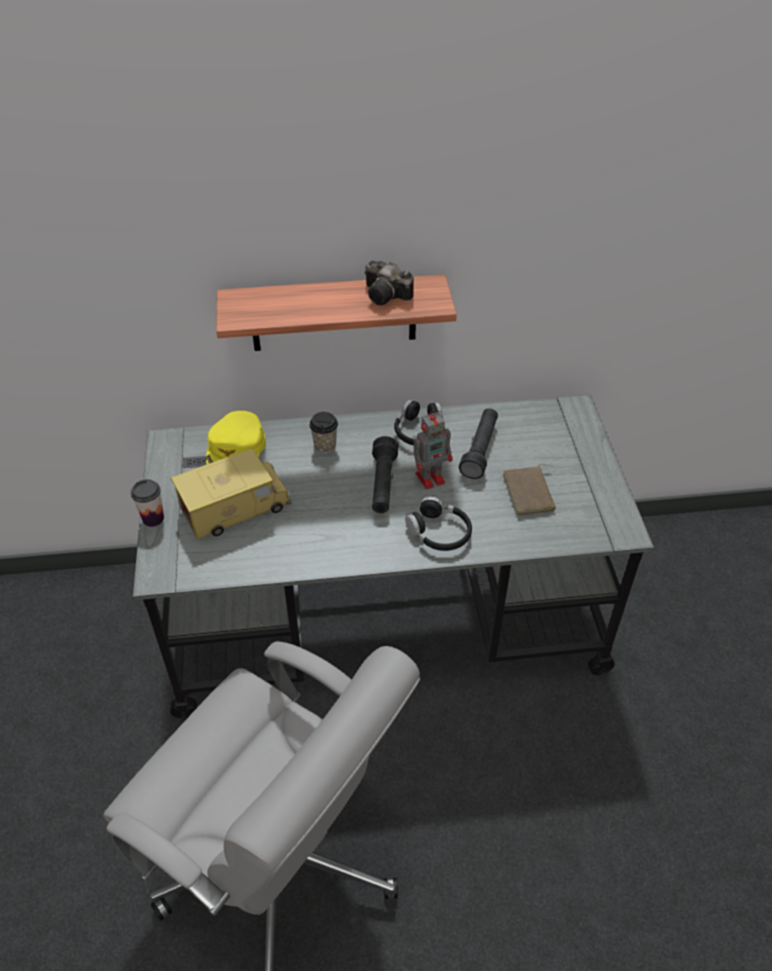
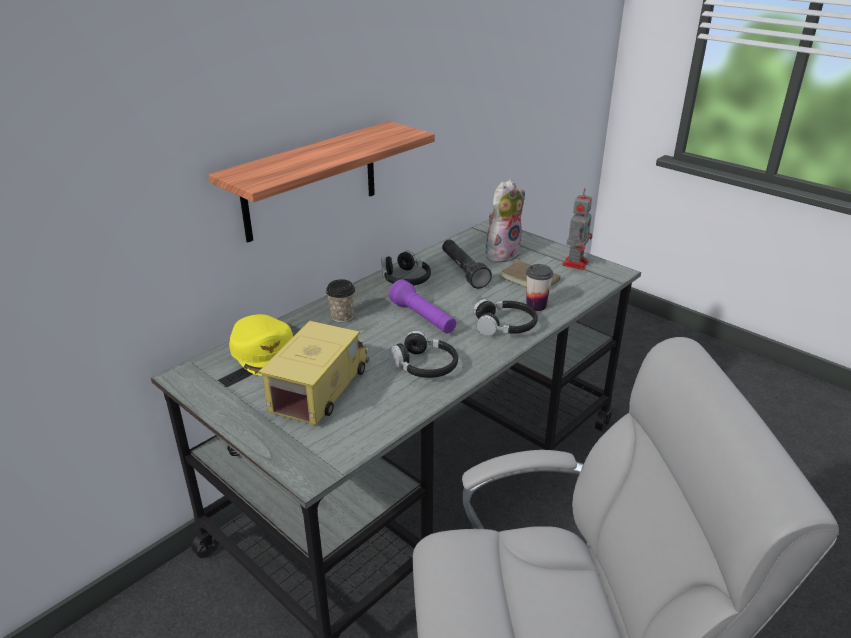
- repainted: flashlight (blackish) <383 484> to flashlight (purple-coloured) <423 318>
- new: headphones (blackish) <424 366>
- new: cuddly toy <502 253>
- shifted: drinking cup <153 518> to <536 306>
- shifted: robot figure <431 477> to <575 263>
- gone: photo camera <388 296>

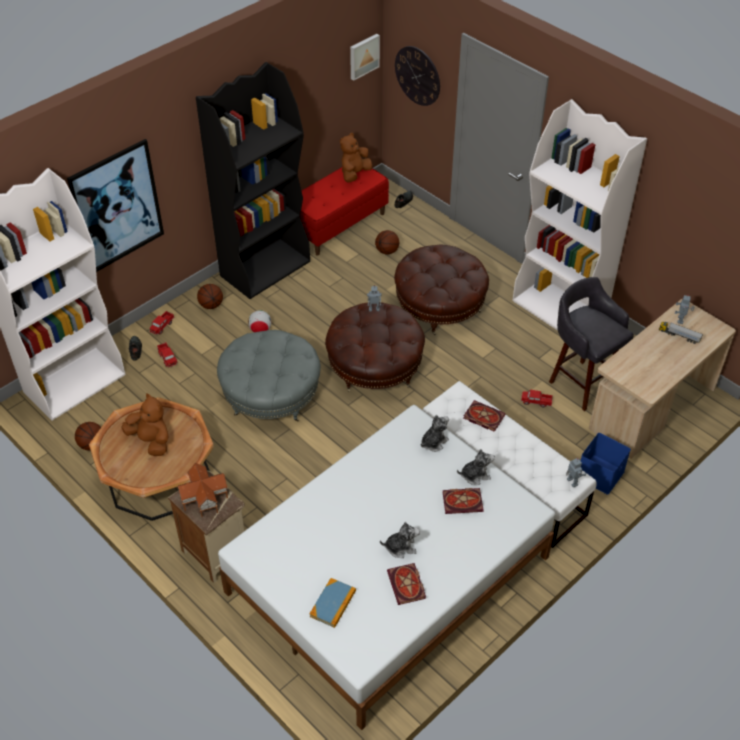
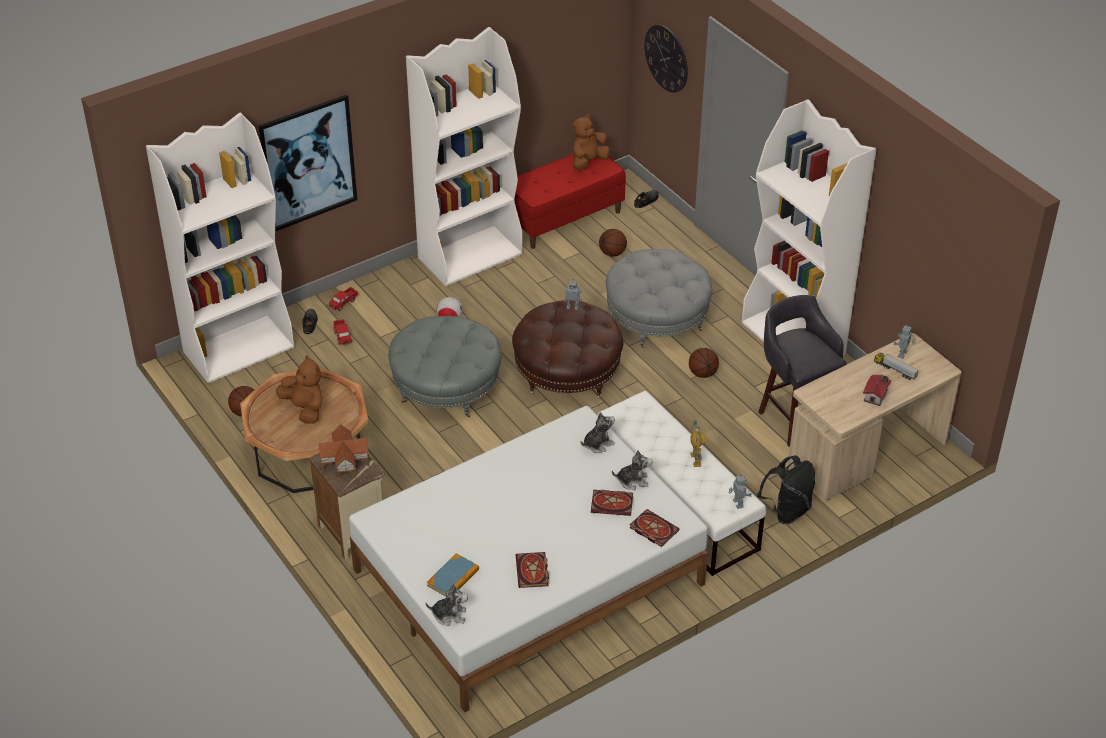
- repainted: bookcase (blackish) <265 268> to bookcase (whitish) <470 256>
- shifted: cuddly toy <400 547> to <449 615>
- repainted: pouffe (brown) <439 305> to pouffe (greyish) <657 318>
- shifted: volume <482 417> to <652 529>
- shifted: basketball ball <211 305> to <702 373>
- new: robot figure <696 459>
- swapped: storage box (bluish) <600 473> to rucksack (blackish) <787 511>
- new: miniature house <876 395>
- gone: wall art <363 56>
- gone: toy lorry <536 401>

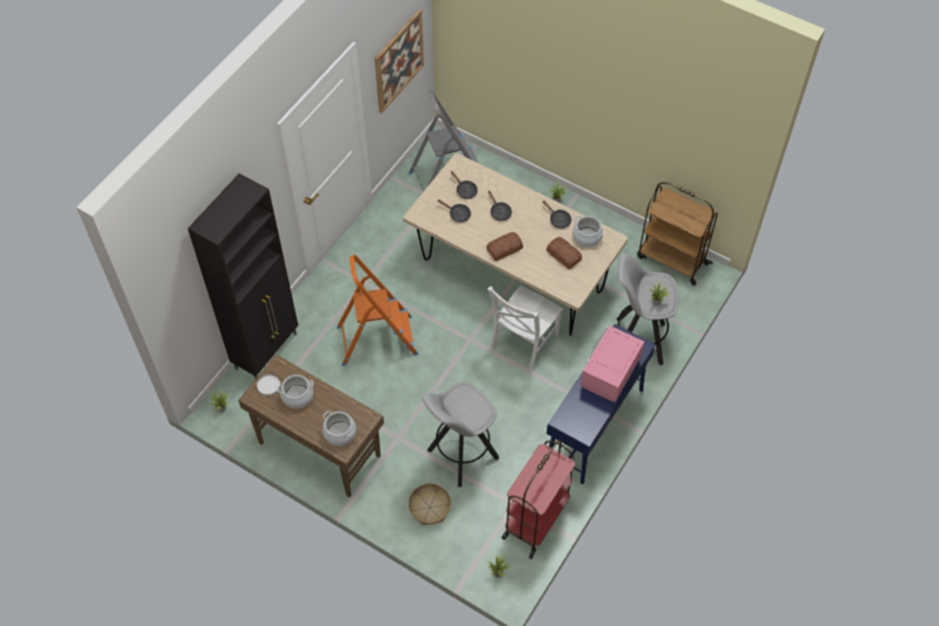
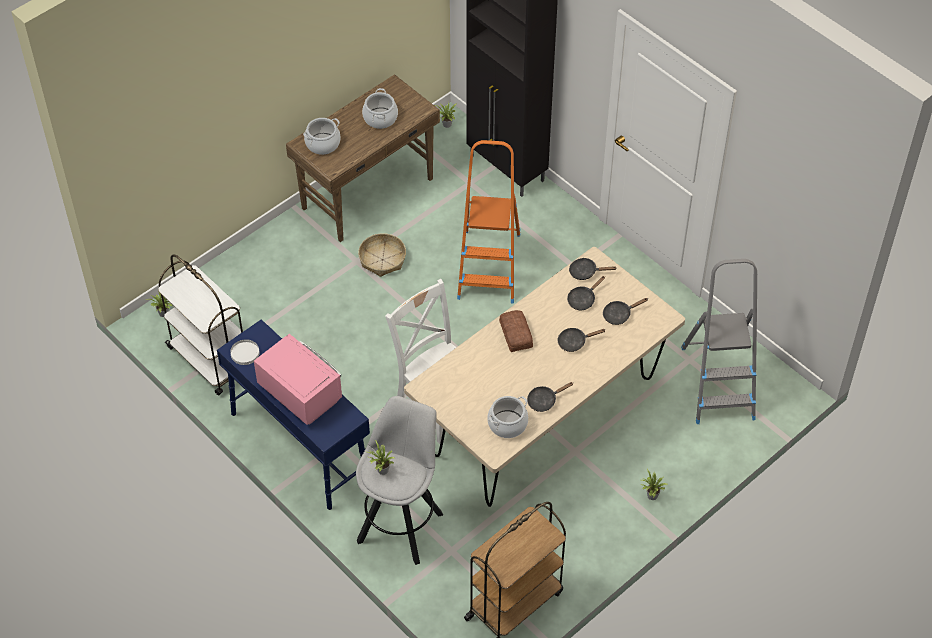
- repainted: cart (red-coloured) <537 517> to cart (whitish) <210 362>
- shifted: dinner plate (whitish) <269 385> to <245 353>
- shifted: storage basket <429 507> to <382 259>
- new: pan (blackish) <586 272>
- gone: wall art <399 61>
- gone: sitting stool (greyish) <460 455>
- gone: baked bread <564 254>

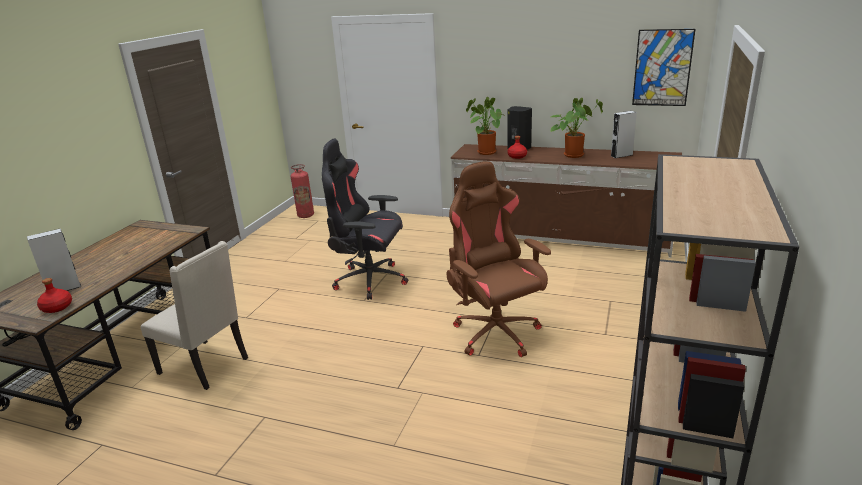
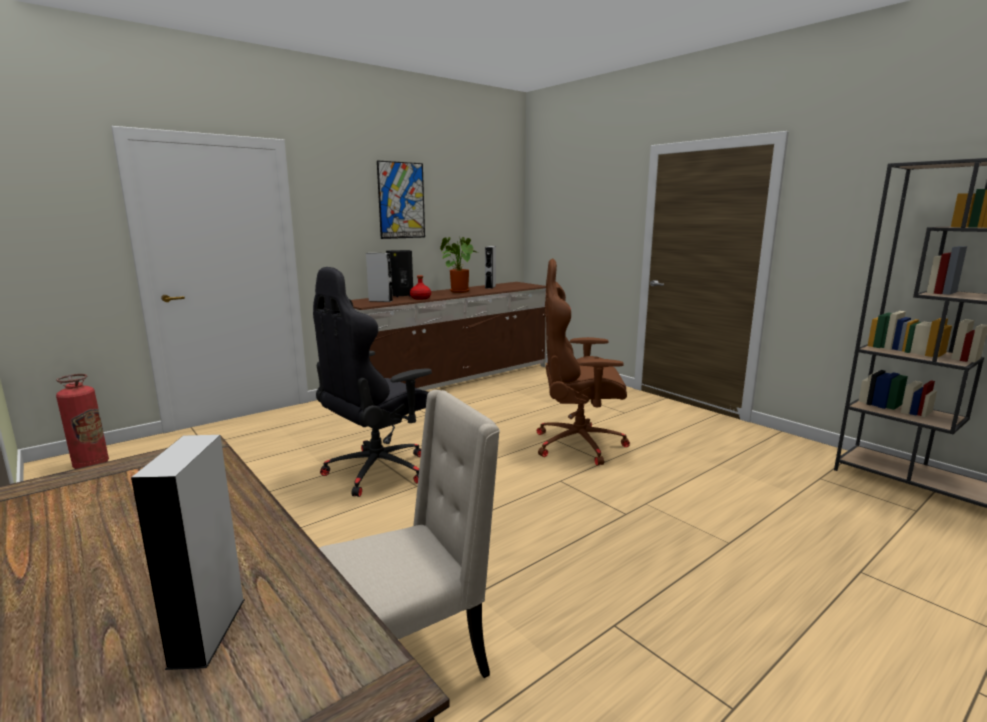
- swapped: potted plant <485 152> to audio speaker (greyish) <380 301>
- shifted: wall art <662 68> to <401 200>
- gone: beverage bottle (red-coloured) <56 307>

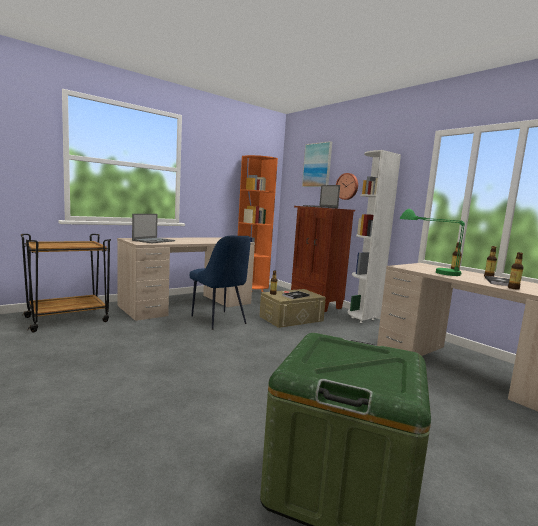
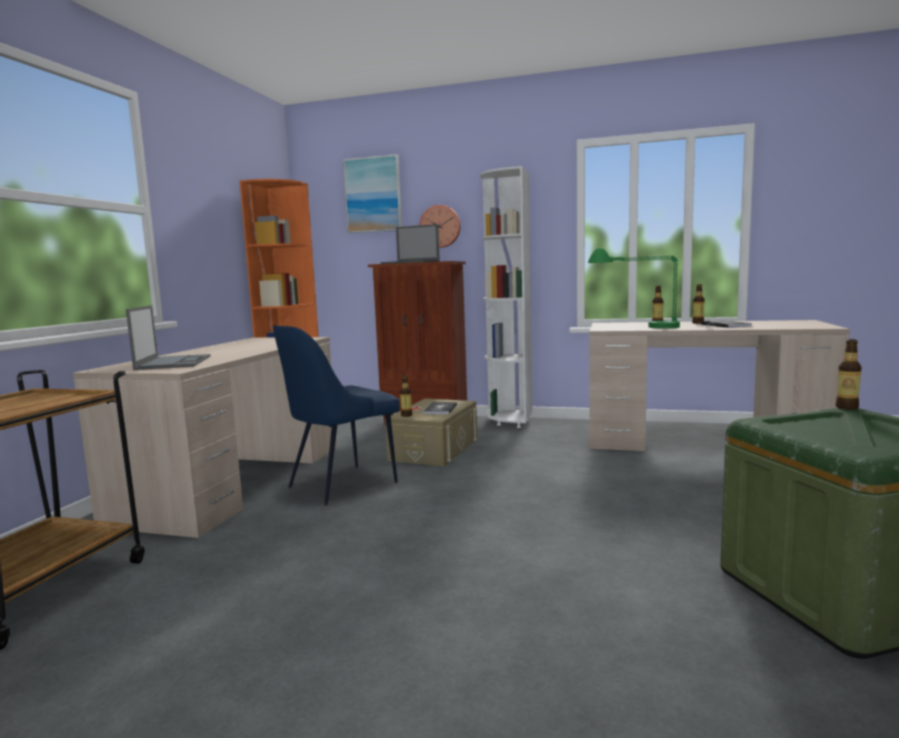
- rotated: plain chair (bluish) <219 320> = <342 485> 120 degrees clockwise
- shifted: beverage bottle <513 288> to <847 407>

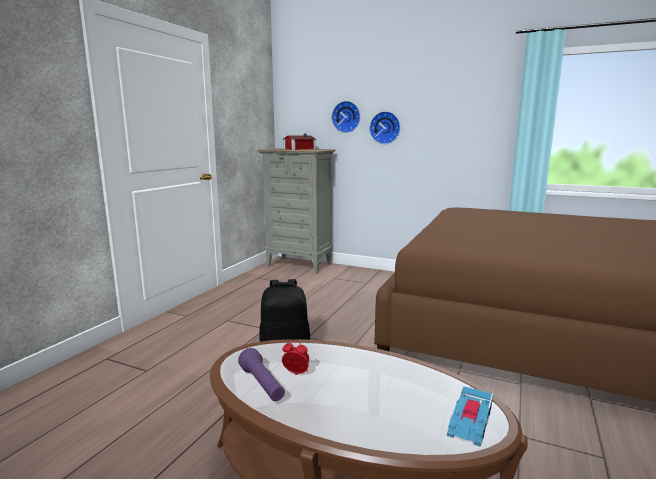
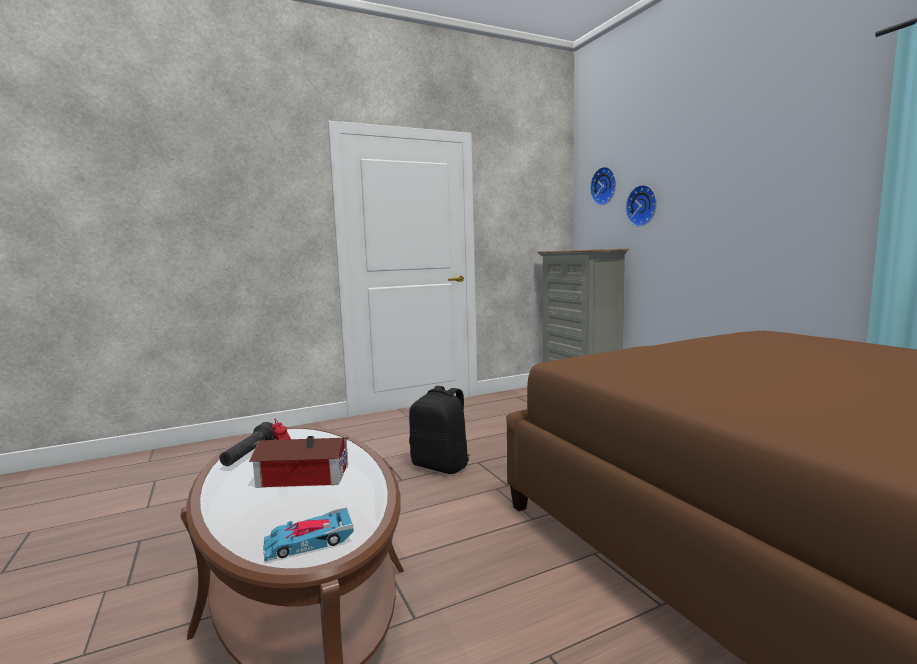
- repainted: flashlight (purple-coloured) <262 385> to flashlight (blackish) <249 455>
- shifted: miniature house <298 149> to <302 474>
- shifted: wall clock <385 127> to <605 186>

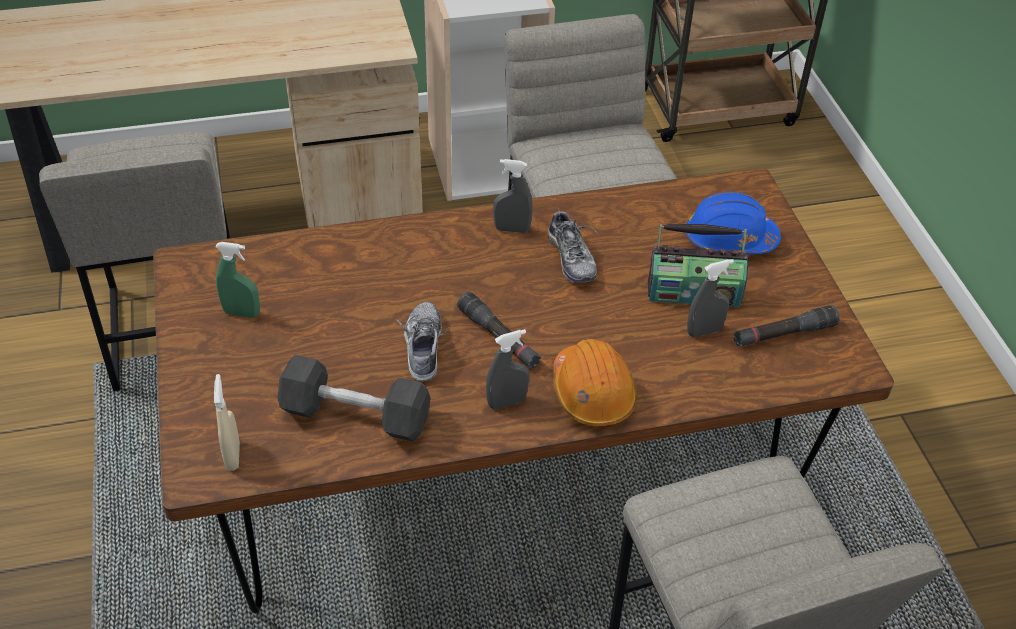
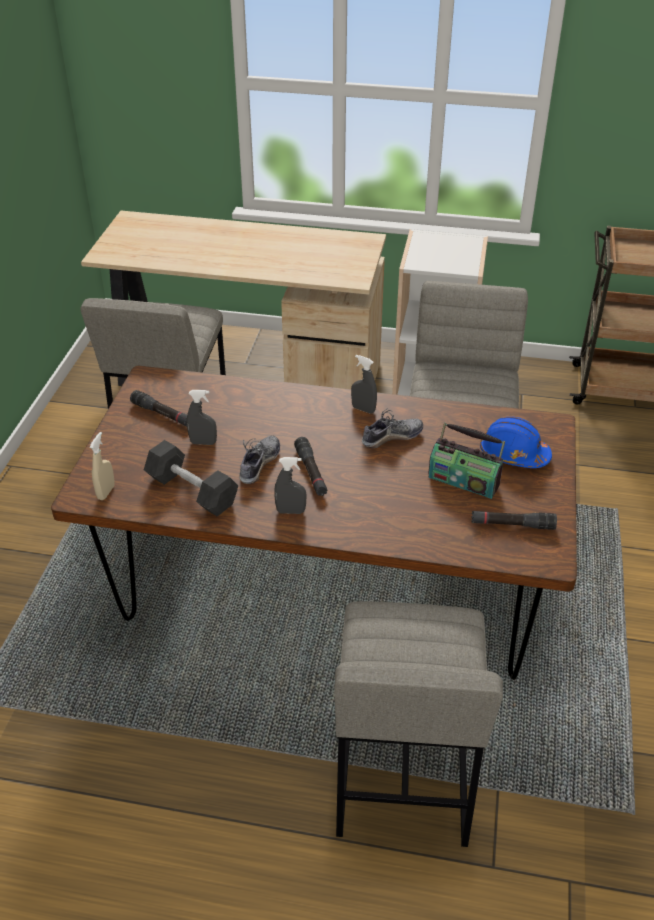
- swapped: spray bottle (greenish) <242 313> to flashlight (blackish) <162 414>
- shifted: spray bottle (greyish) <704 331> to <203 443>
- rotated: item of footwear <571 258> = <391 437> 120 degrees counterclockwise
- gone: hard hat (orange-coloured) <592 393>

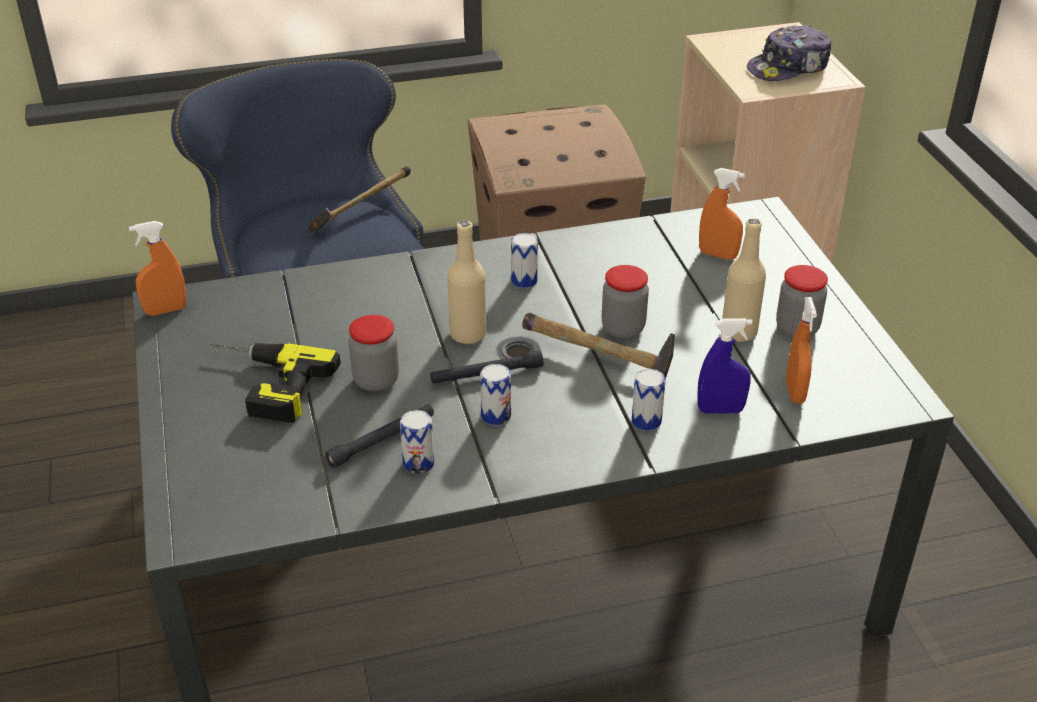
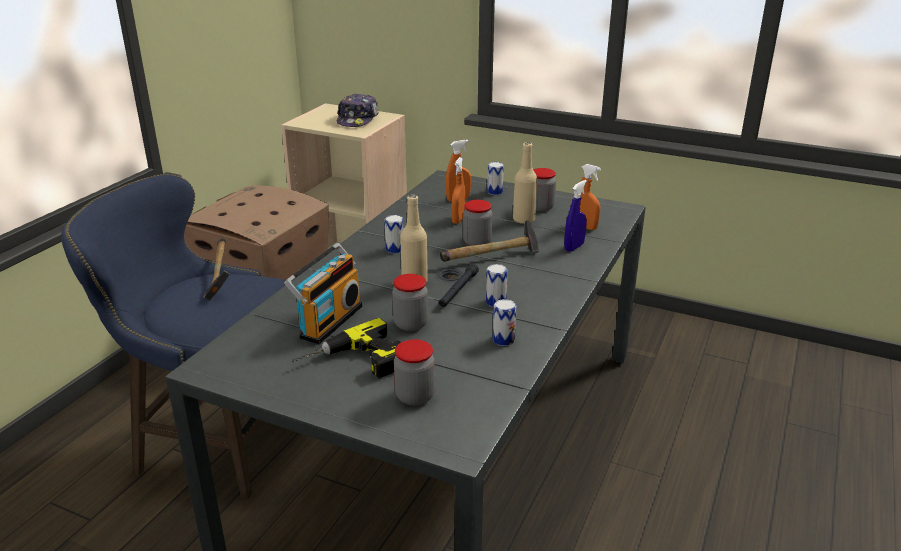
- new: radio receiver <328 321>
- new: preserve jar <415 396>
- shifted: spray bottle (orange-coloured) <166 310> to <458 220>
- shifted: sealed can <646 421> to <494 192>
- gone: flashlight (blackish) <382 440>

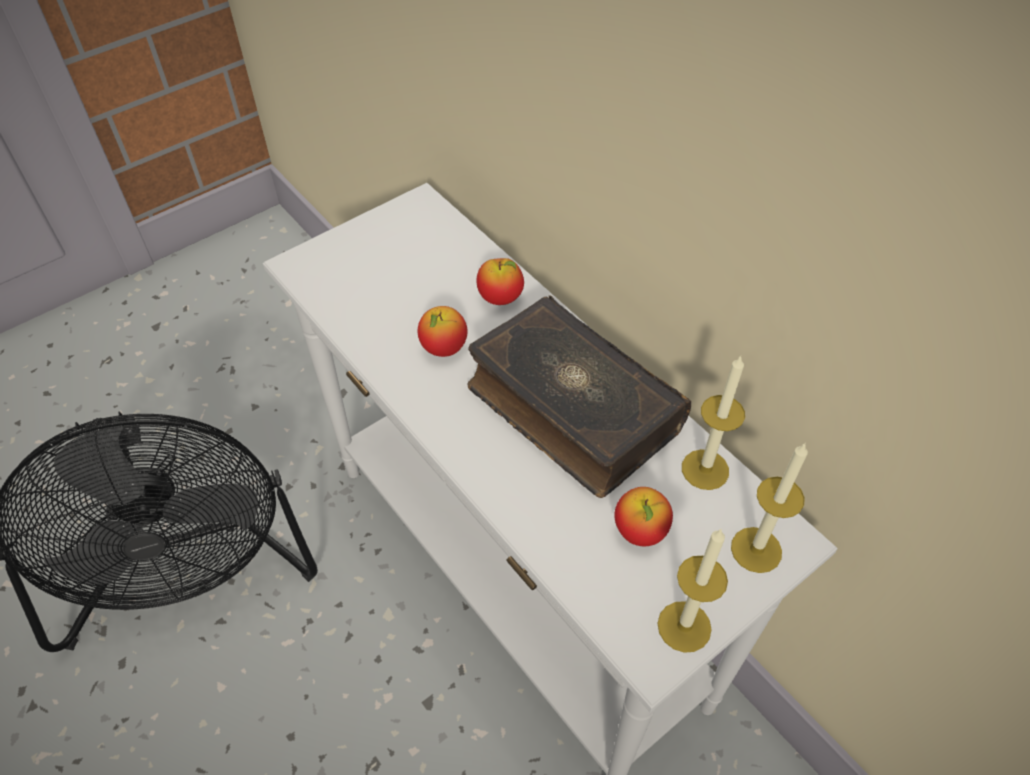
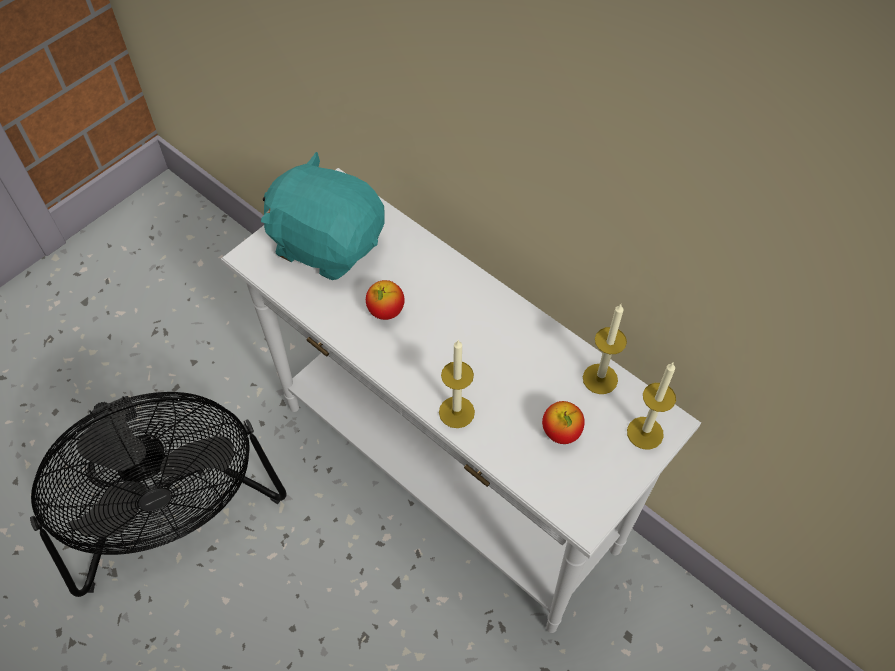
- new: cuddly toy (turquoise) <327 243>
- shifted: candle <684 626> to <456 412>
- gone: volume <571 408>
- gone: apple fruit <500 298>

